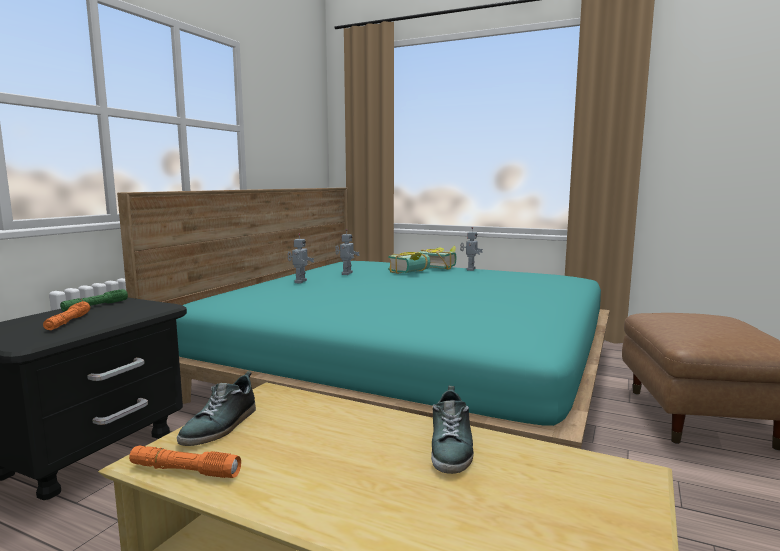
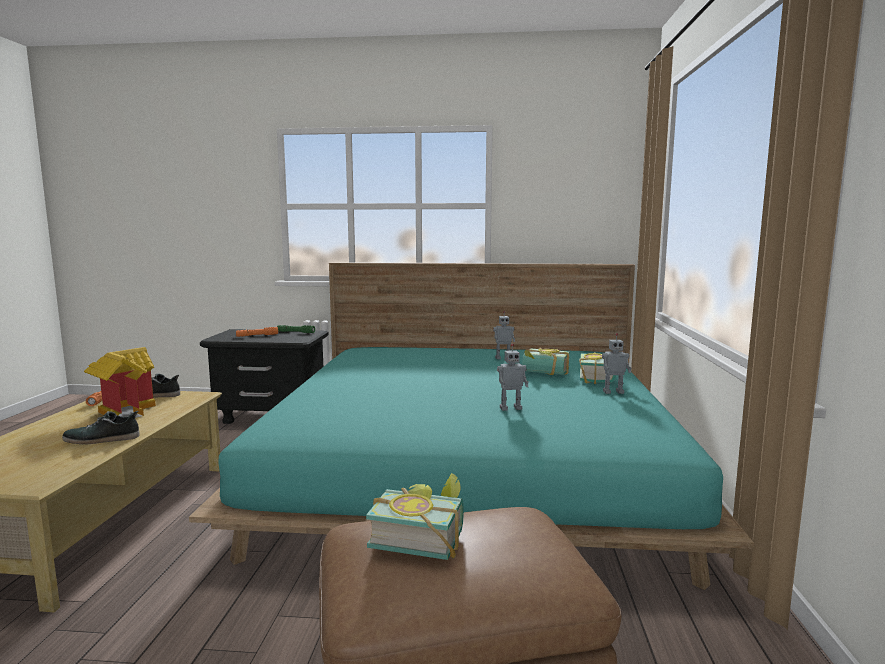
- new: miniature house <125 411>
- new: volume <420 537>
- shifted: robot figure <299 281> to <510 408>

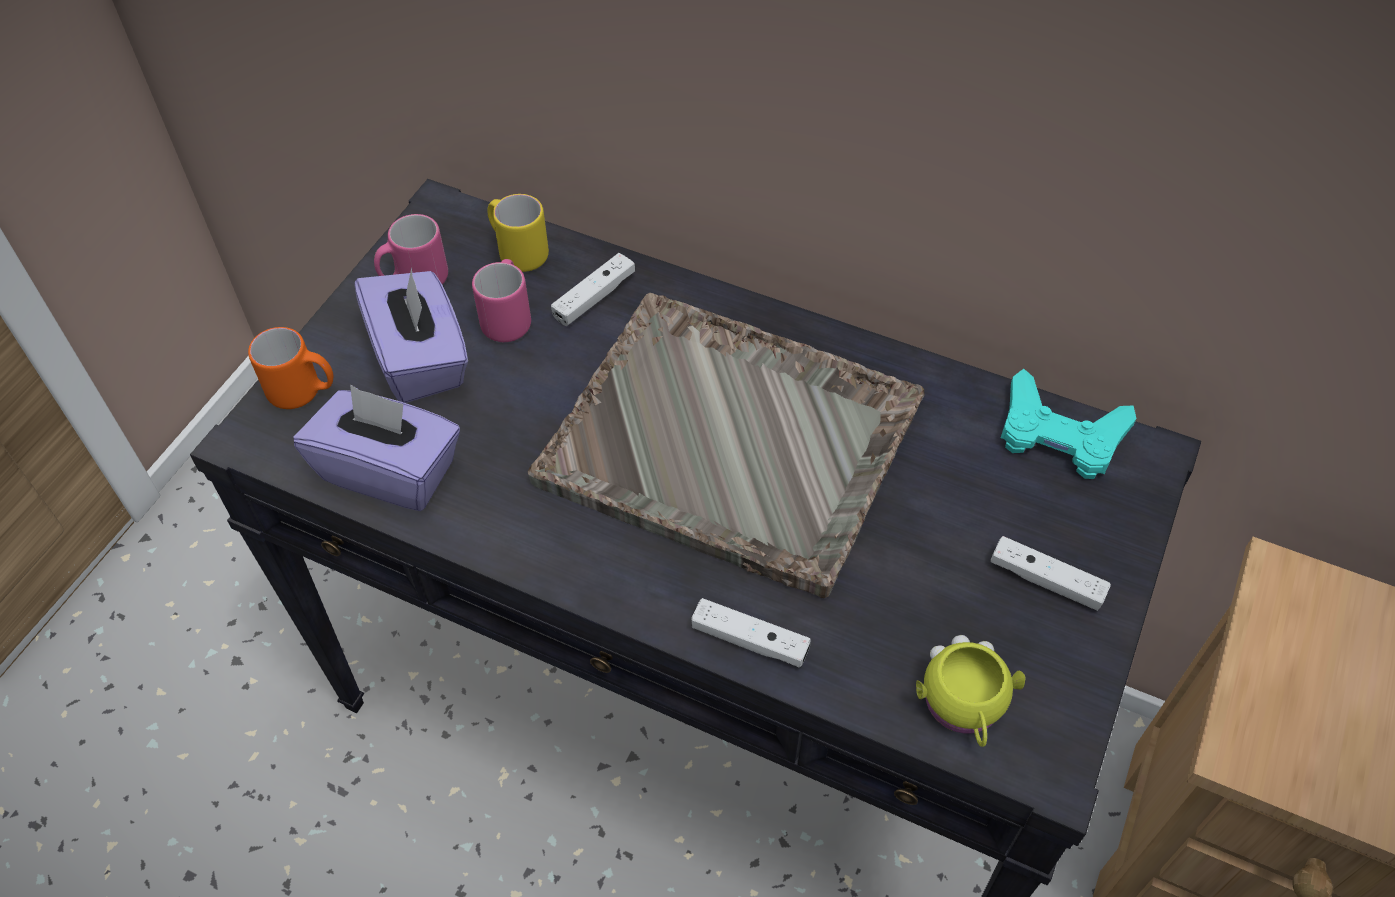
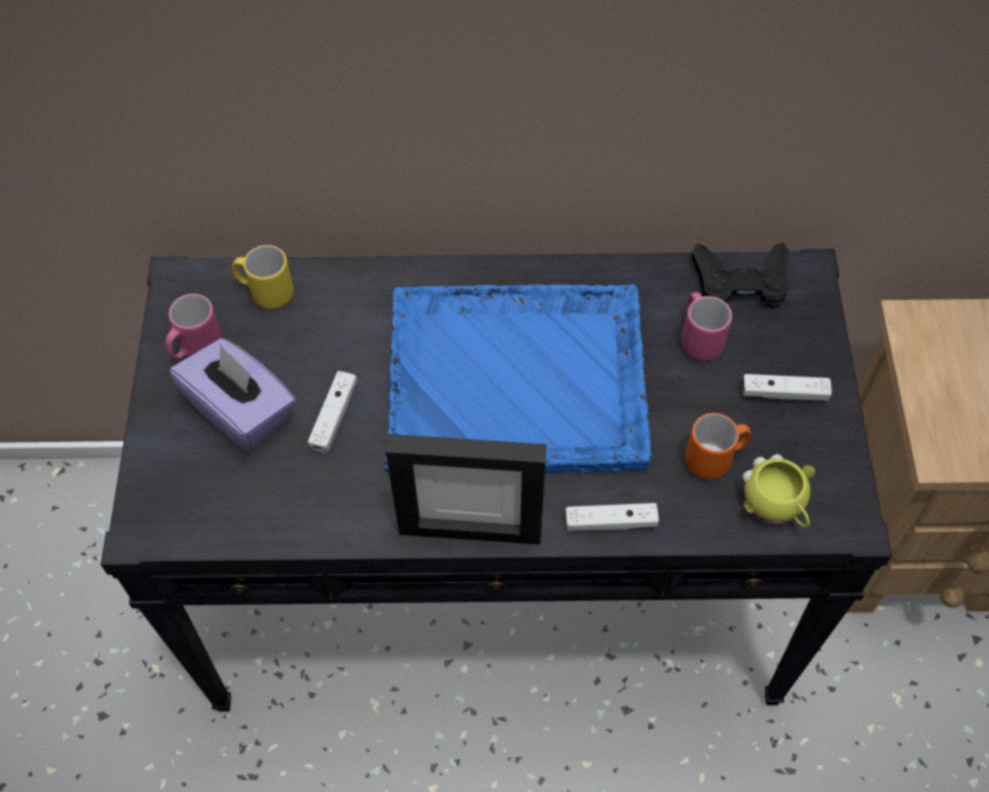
- shifted: joypad (whitish) <594 297> to <334 417>
- repainted: serving tray (greyish) <733 444> to serving tray (bluish) <519 382>
- new: standing frame <470 528>
- shifted: mug (pink-coloured) <508 318> to <698 338>
- shifted: mug (orange-coloured) <303 392> to <715 458>
- repainted: joypad (turquoise) <1059 434> to joypad (blackish) <740 282>
- gone: box of tissues (purple-coloured) <390 471>

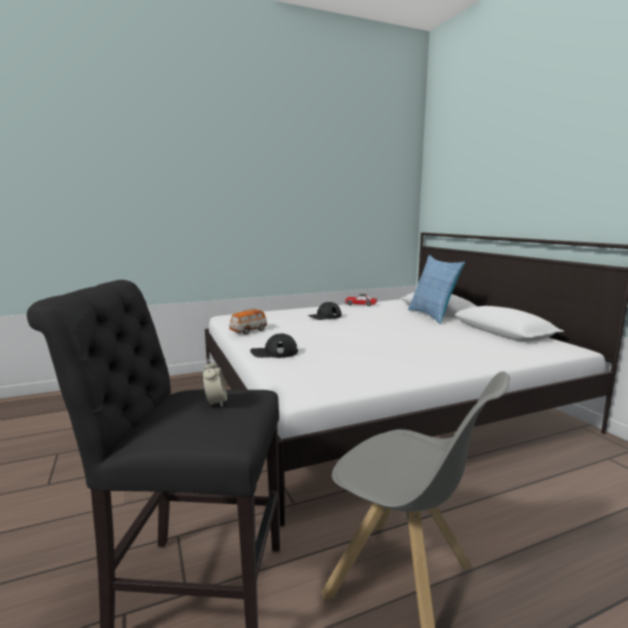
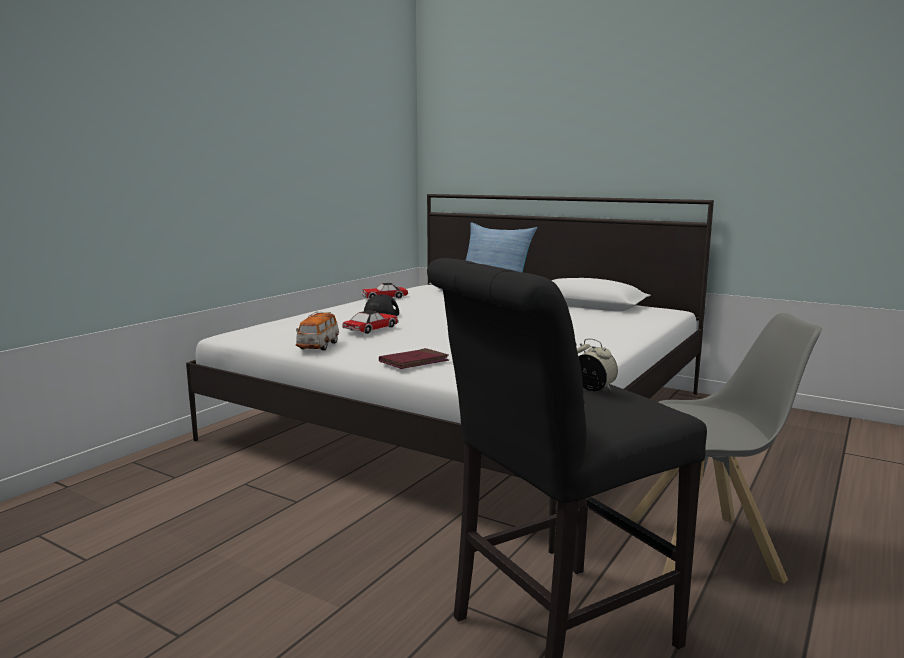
- new: miniature car <371 329>
- swapped: baseball cap (blackish) <274 352> to volume (red-coloured) <414 362>

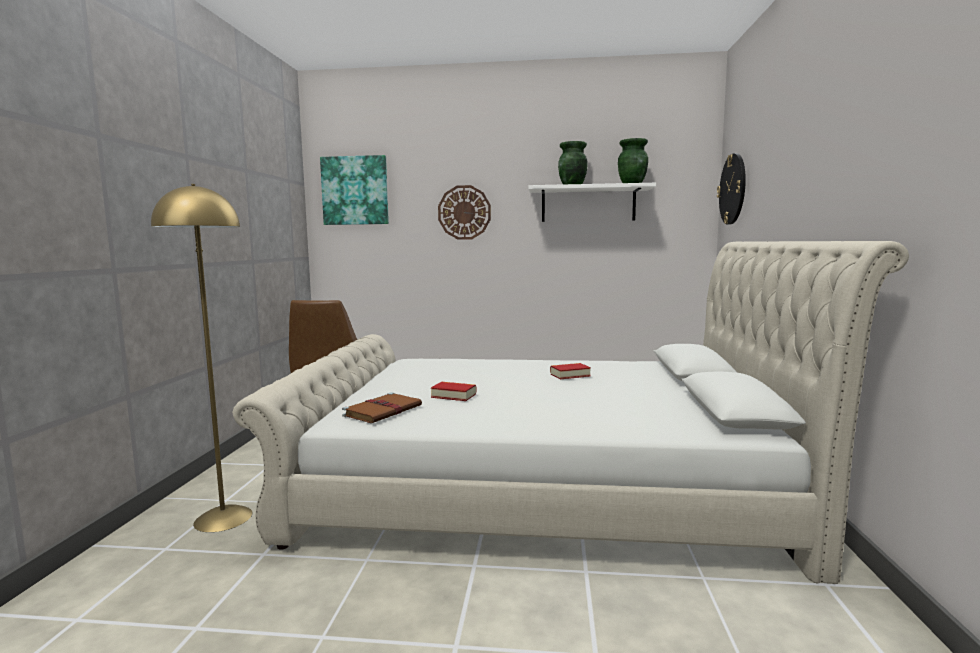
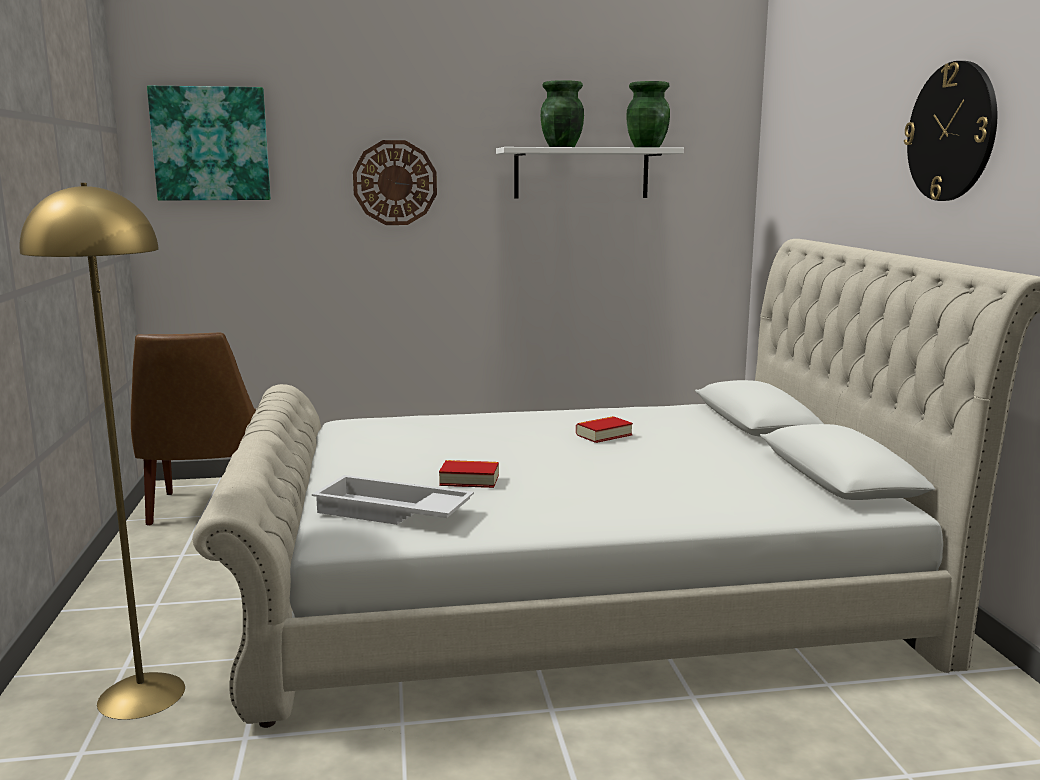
- swapped: volume (brown) <383 410> to serving tray (whitish) <391 513>
- shifted: wall clock <733 189> to <951 132>

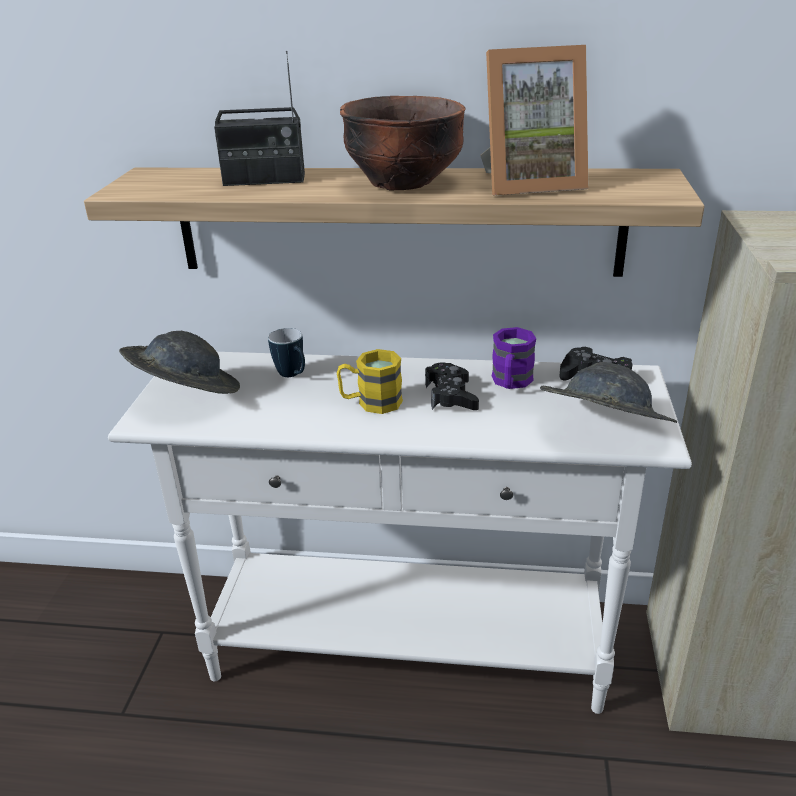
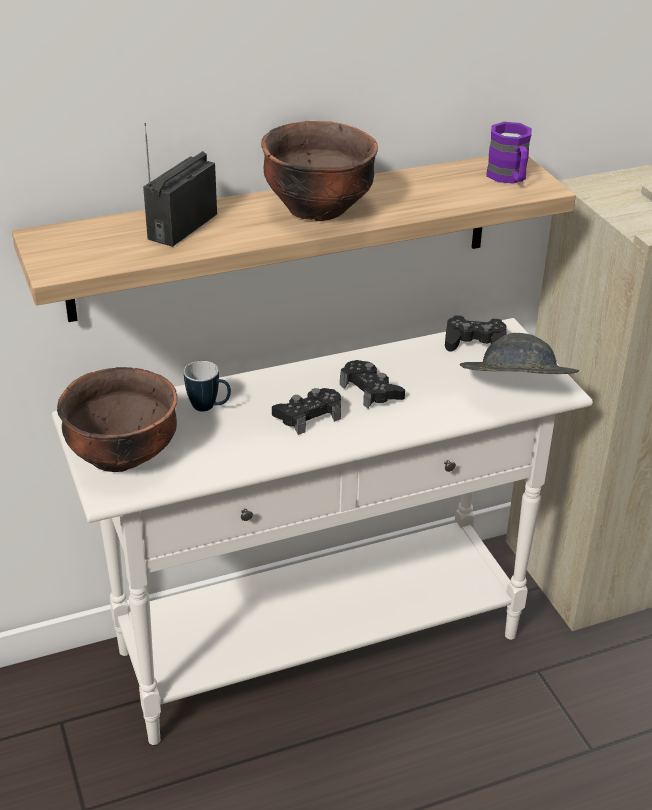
- swapped: wearable hat (greyish) <185 394> to deep dish (brown) <122 454>
- rotated: radio receiver <264 180> = <182 226> 150 degrees clockwise
- swapped: mug (yellow) <371 403> to joypad (blackish) <308 416>
- shifted: mug (purple-coloured) <511 383> to <509 178>
- gone: standing frame <530 184>

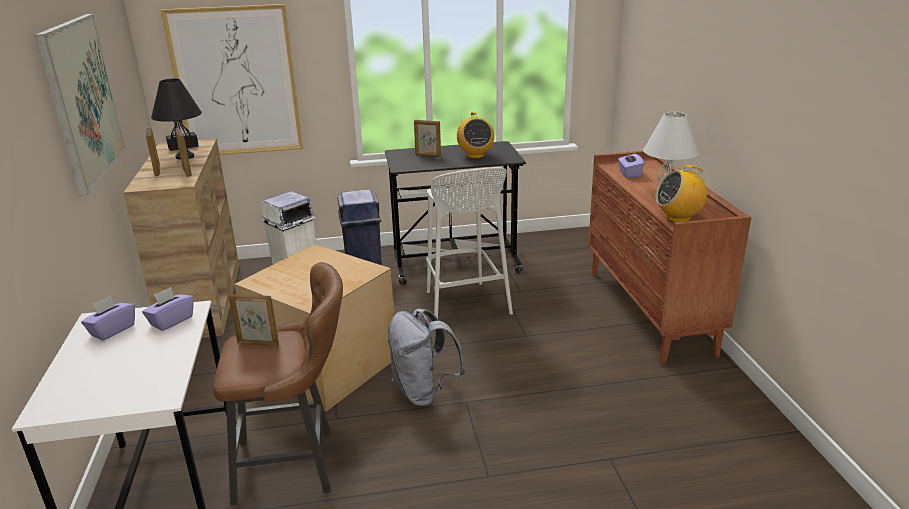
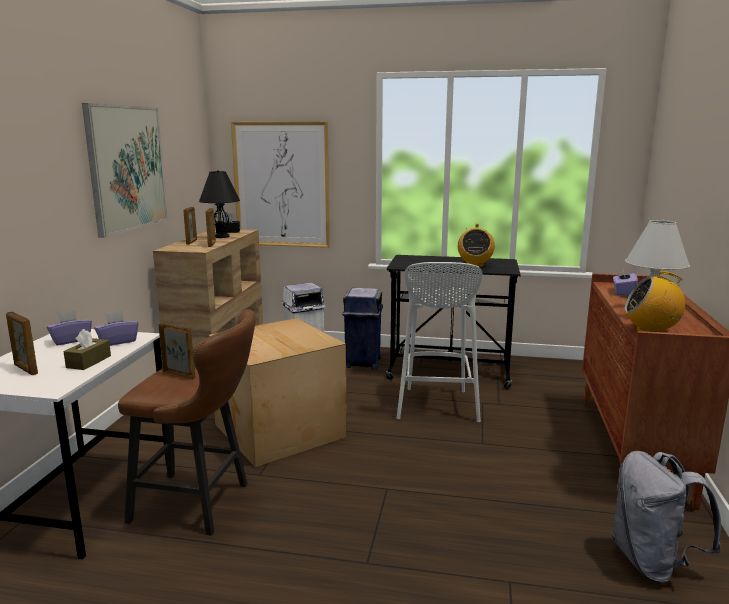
- shifted: standing frame <428 156> to <25 369>
- new: box of tissues (brown) <89 361>
- shifted: rucksack (greyish) <424 392> to <652 563>

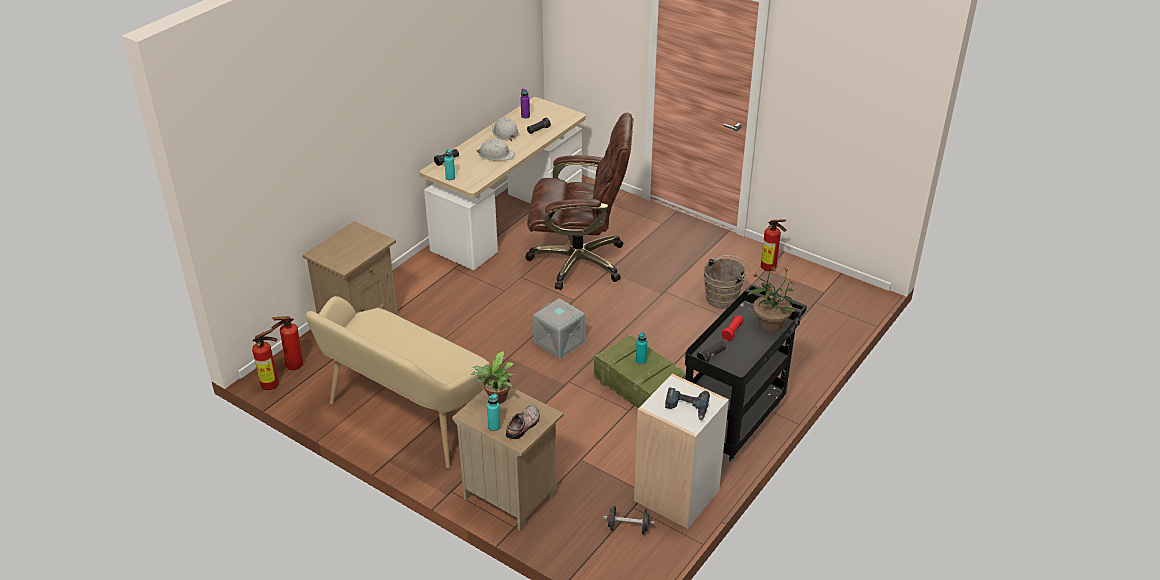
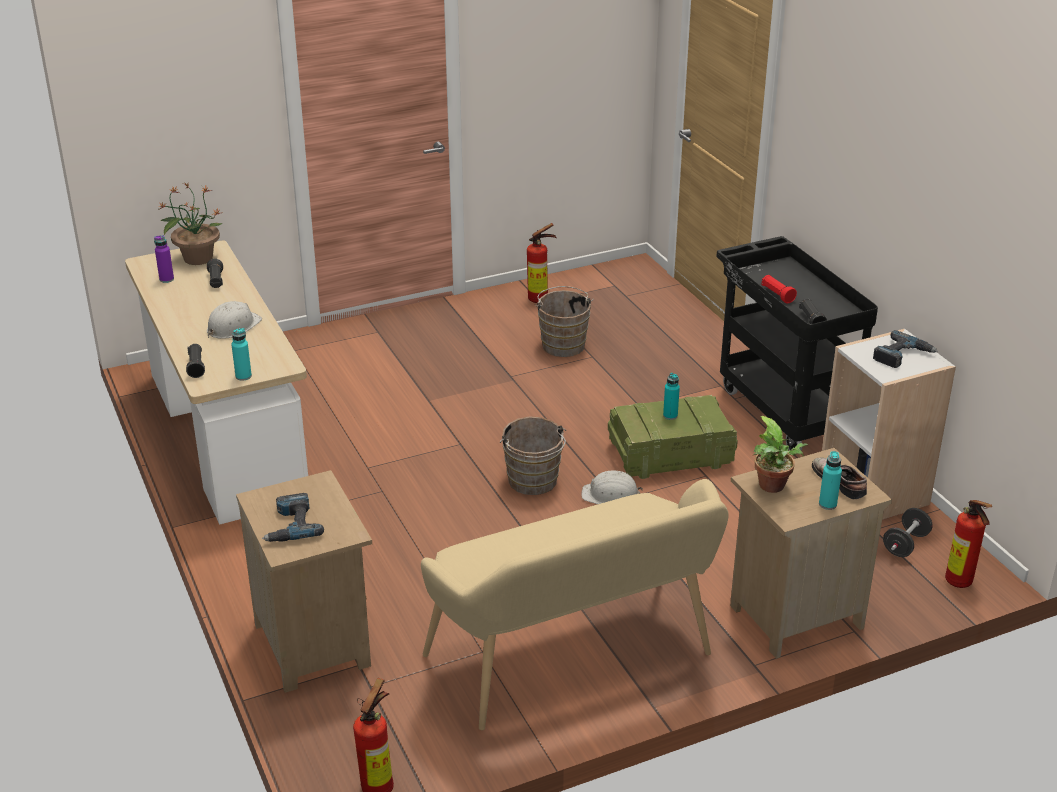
- shifted: potted plant <770 323> to <197 258>
- new: power drill <290 525>
- swapped: storage box (greyish) <558 342> to pail (brown) <533 483>
- shifted: hard hat (whitish) <505 132> to <611 495>
- shifted: fire-fighting cylinder <292 367> to <960 583>
- gone: desk chair (brown) <578 261>

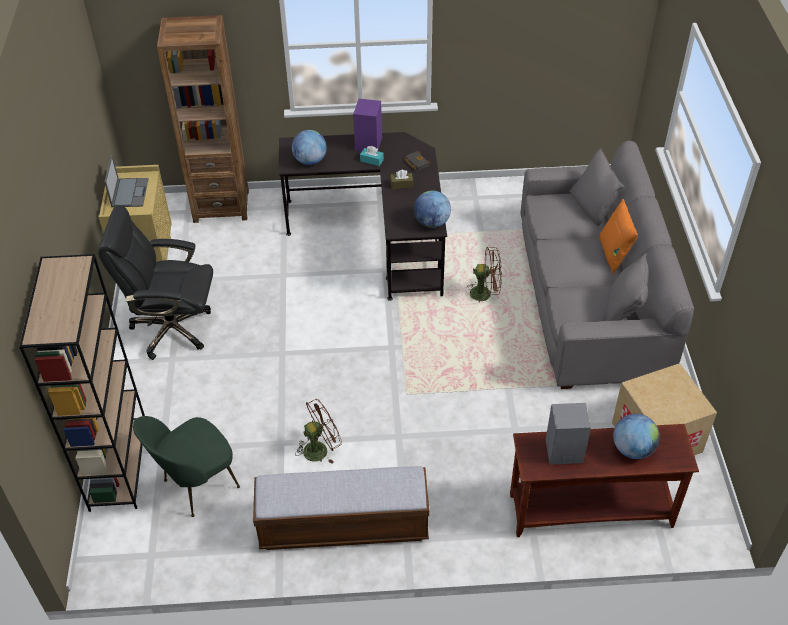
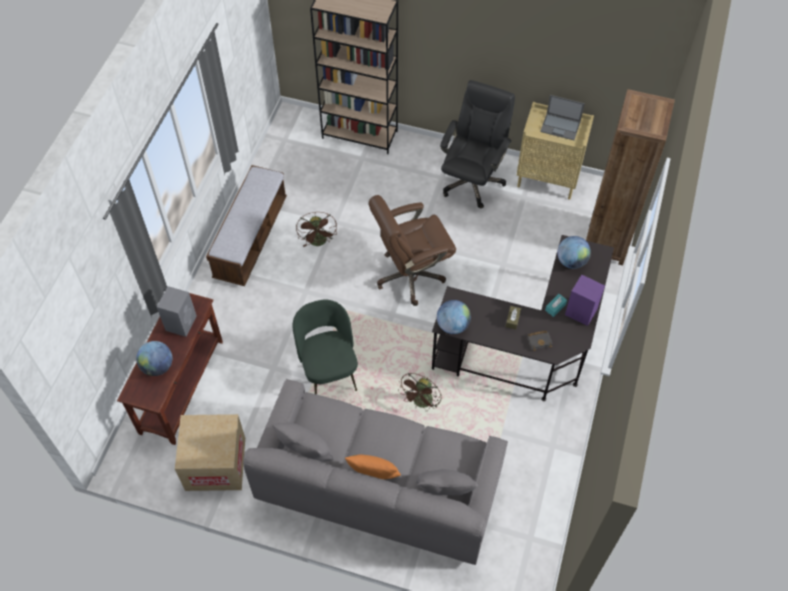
- shifted: plain chair (greenish) <196 487> to <329 373>
- new: desk chair (brown) <411 275>

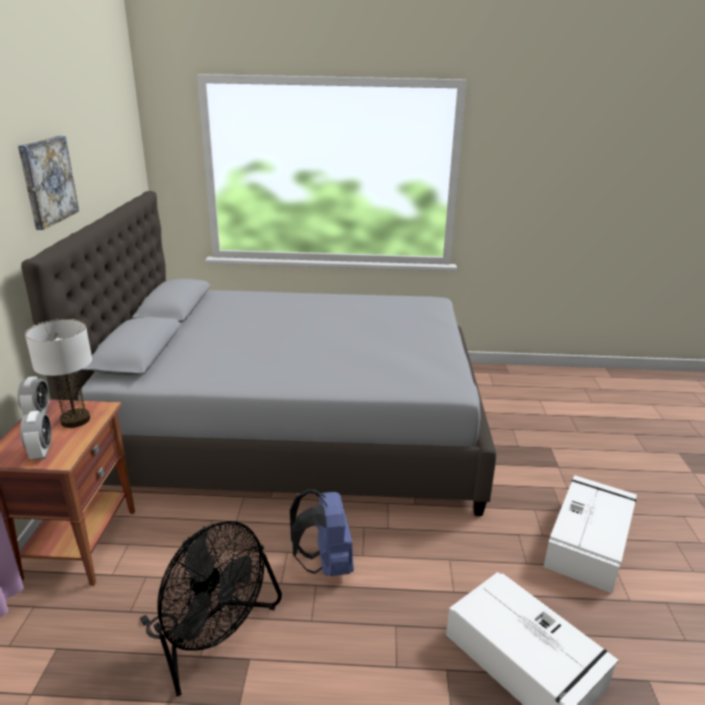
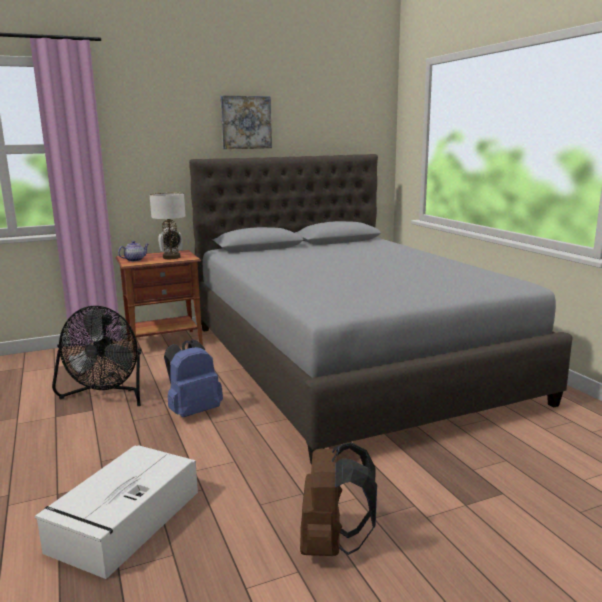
- swapped: table clock <41 452> to tea pot <135 260>
- swapped: storage box (whitish) <588 541> to rucksack (brown) <332 545>

